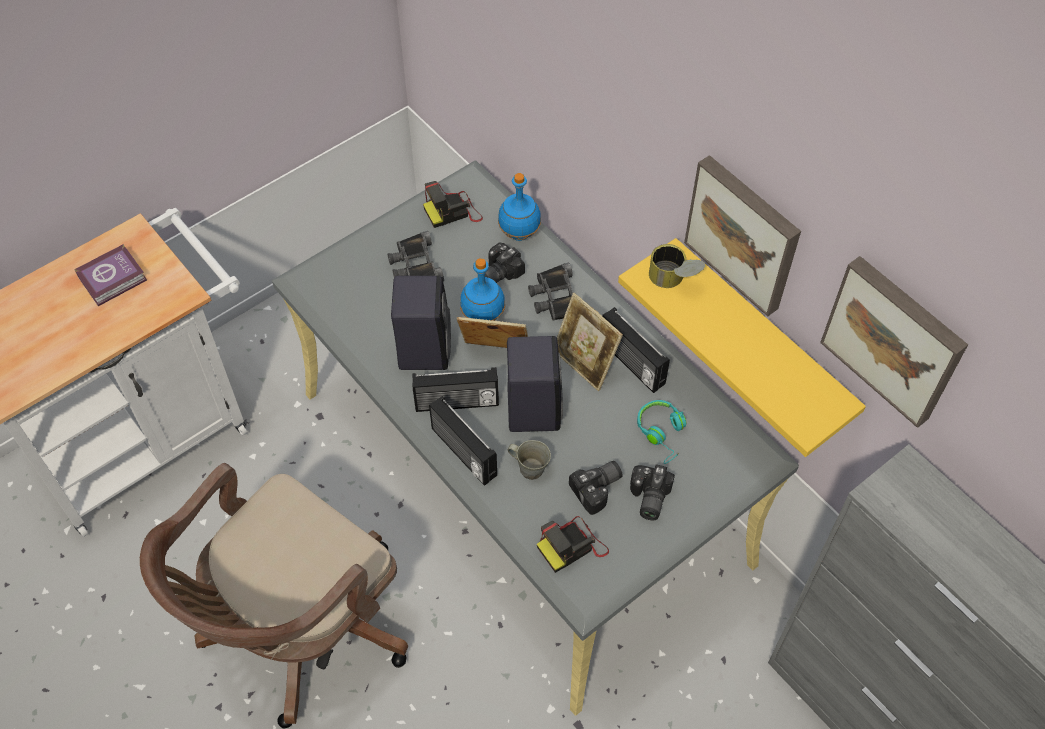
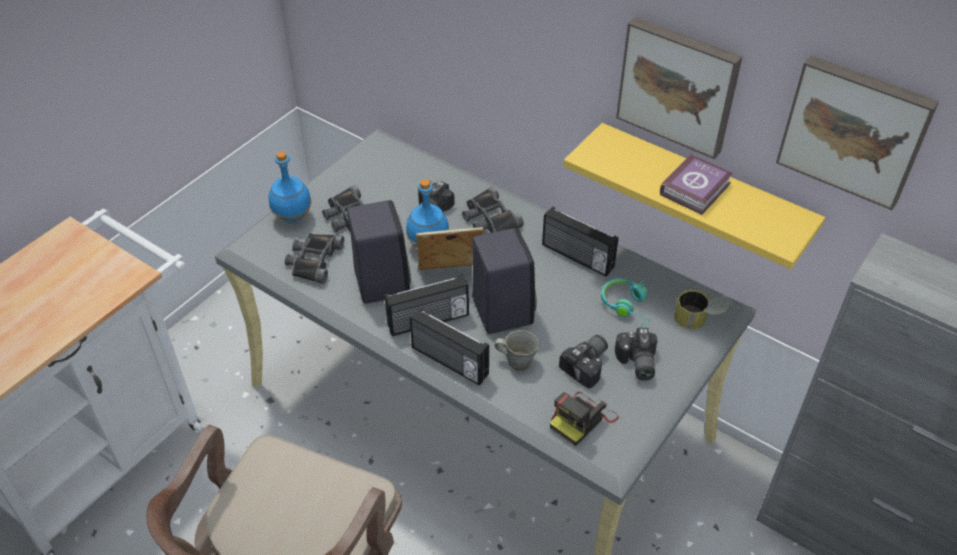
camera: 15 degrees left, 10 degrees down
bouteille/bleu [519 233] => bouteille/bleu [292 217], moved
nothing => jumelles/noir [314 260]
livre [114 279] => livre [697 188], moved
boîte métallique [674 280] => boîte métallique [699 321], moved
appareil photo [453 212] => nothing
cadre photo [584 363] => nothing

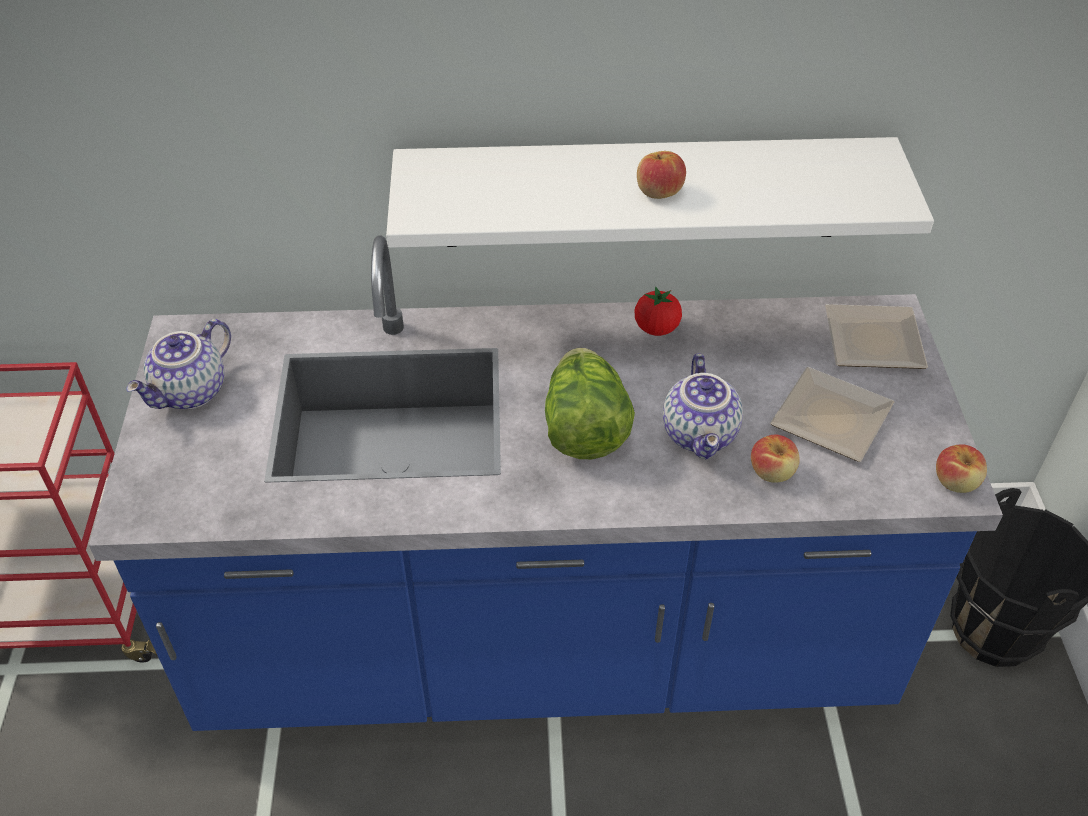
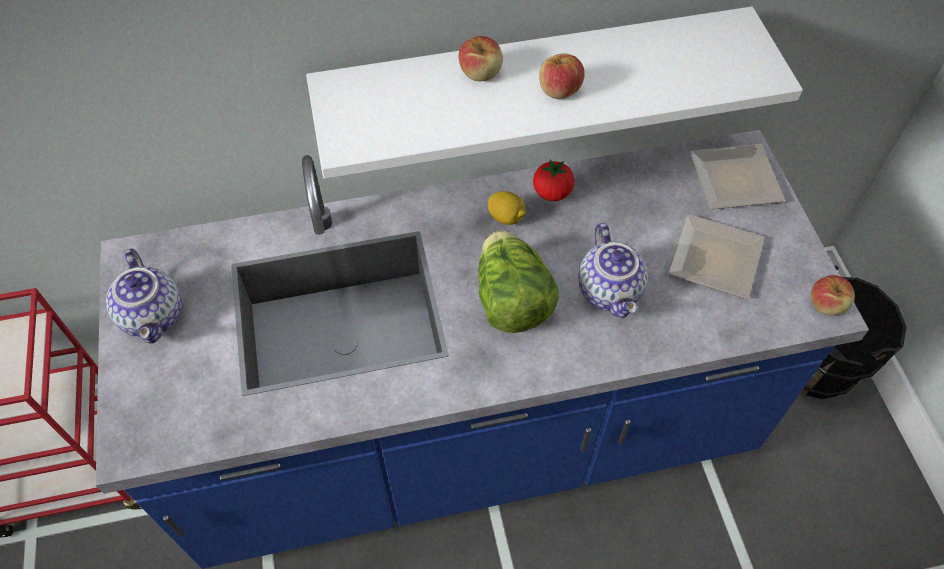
camera: 10 degrees left, 10 degrees up
théière [191 393] => théière [155 316], 45 degrees counterclockwise
pomme [772 472] => pomme [481 73], moved
nothing => citron [506 217]

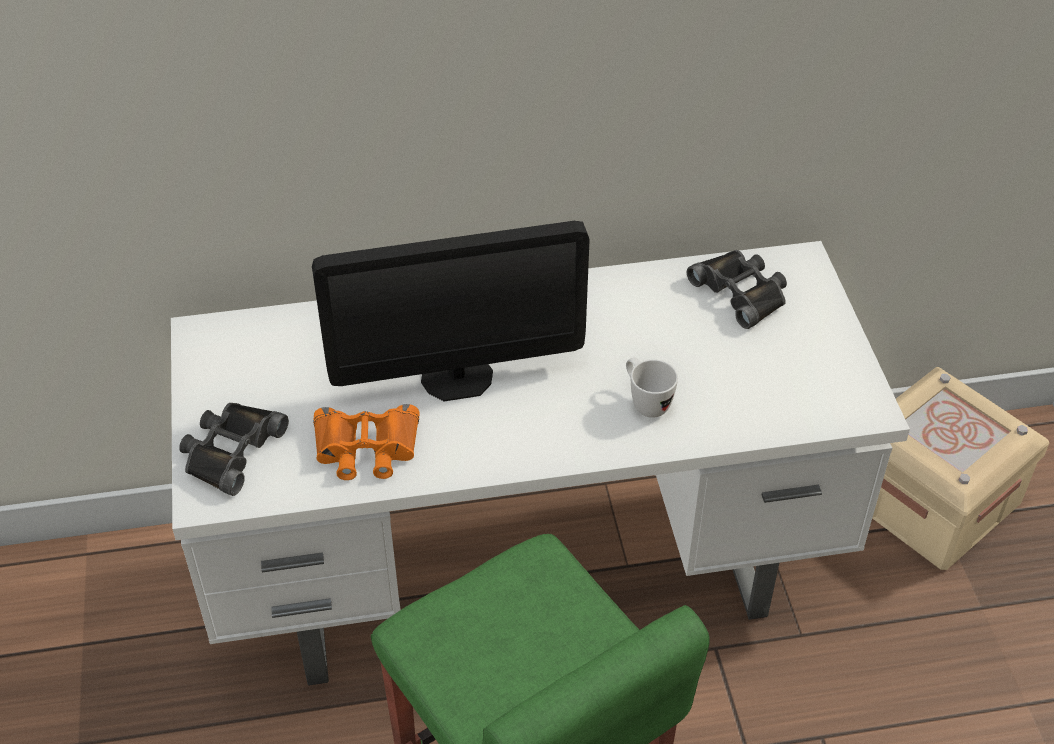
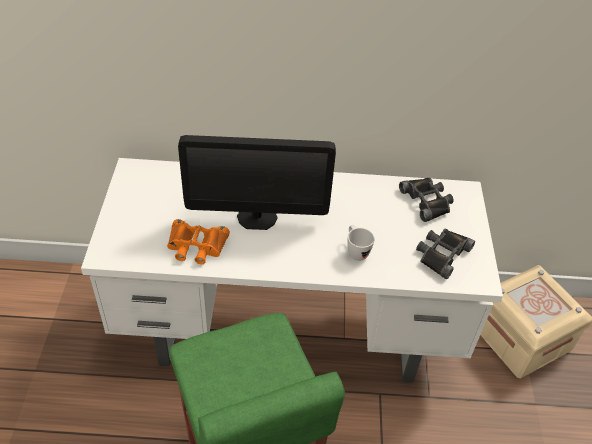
camera: 10 degrees right, 0 degrees up
jumelles/noir [230 451] => jumelles/noir [441 254], moved

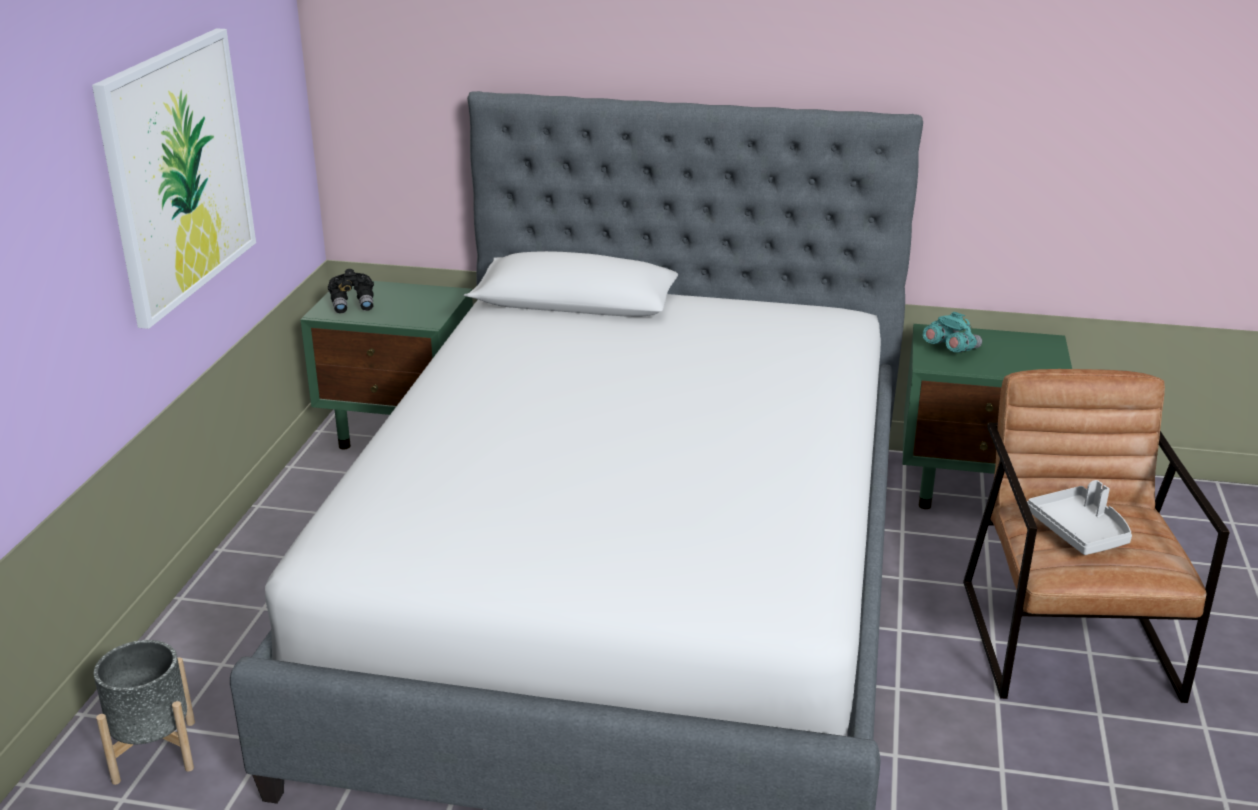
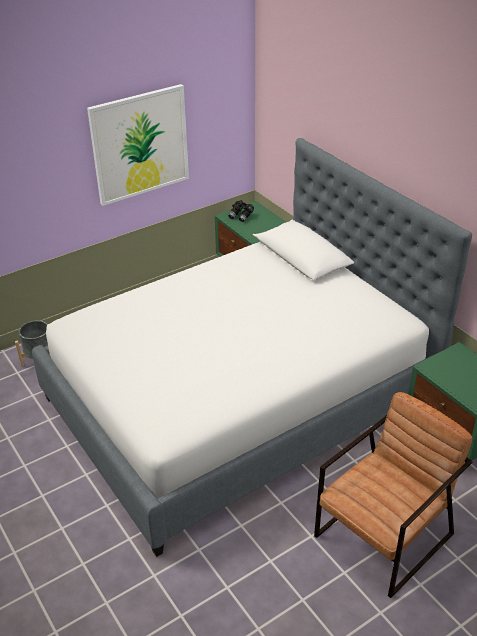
camera: 45 degrees right, 10 degrees up
jumelles/turquoise [950 349] => nothing
plateau/gris [1080 531] => nothing

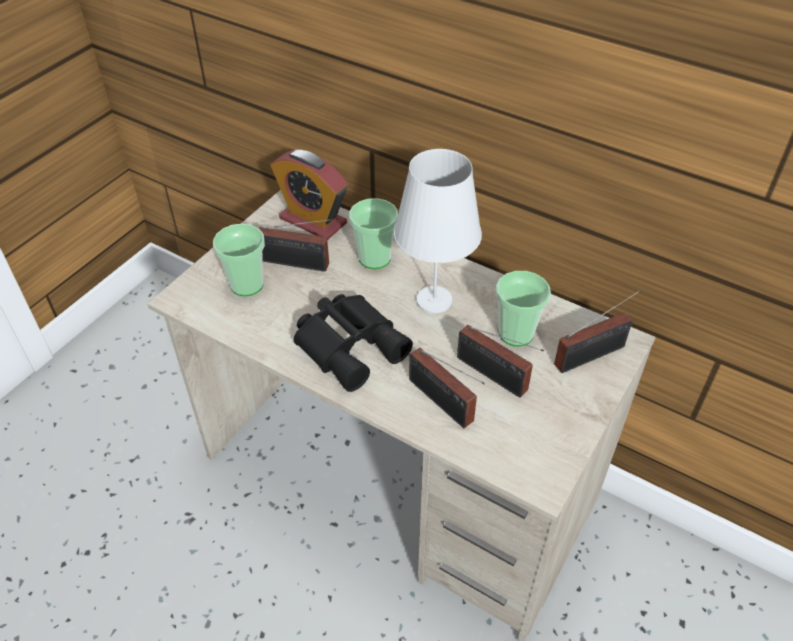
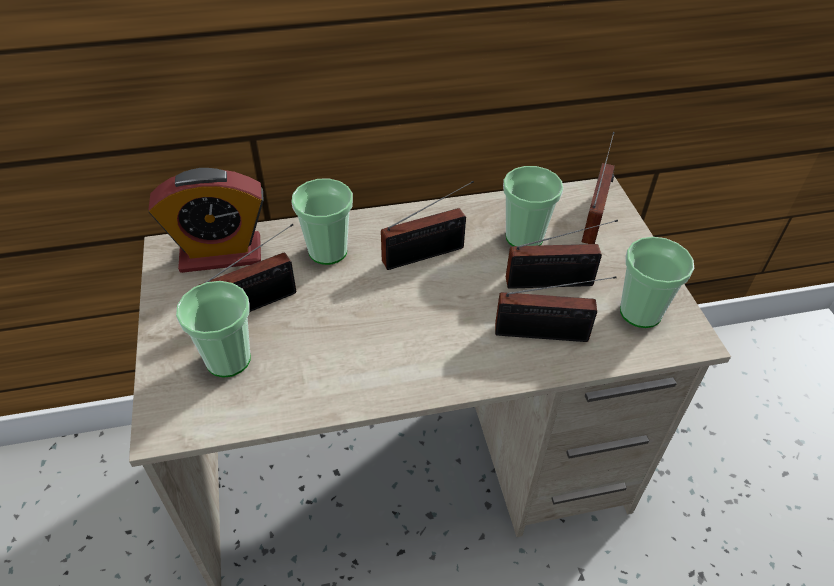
camera: 45 degrees left, 0 degrees up
lampe de table/blanc [434 300] => radio [428 254]
nothing => tasse [640 312]
jumelles/noir [351 345] => nothing

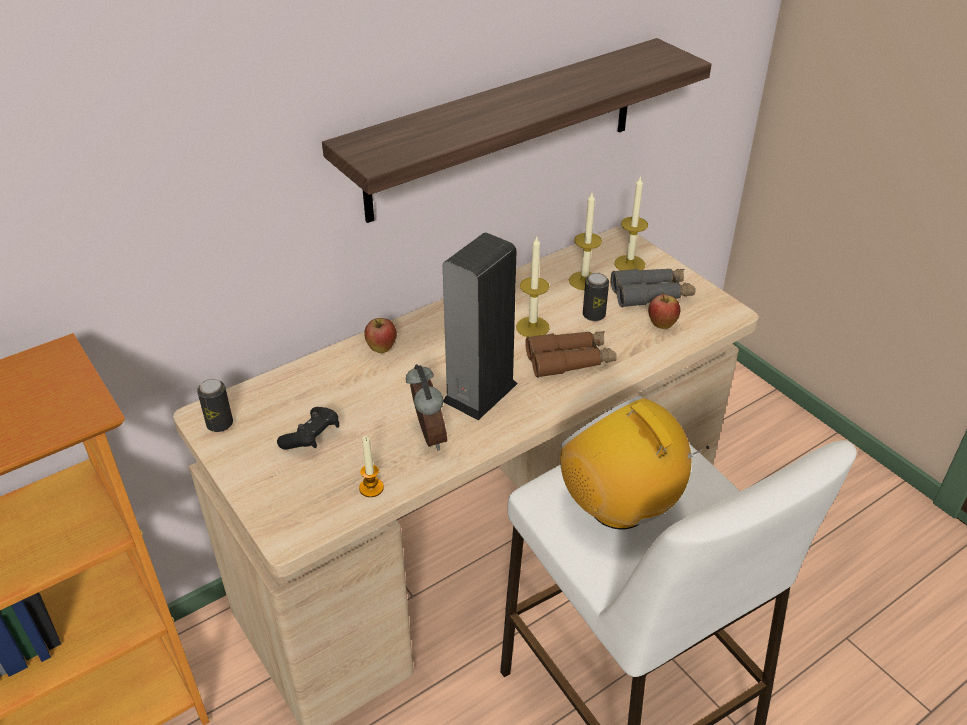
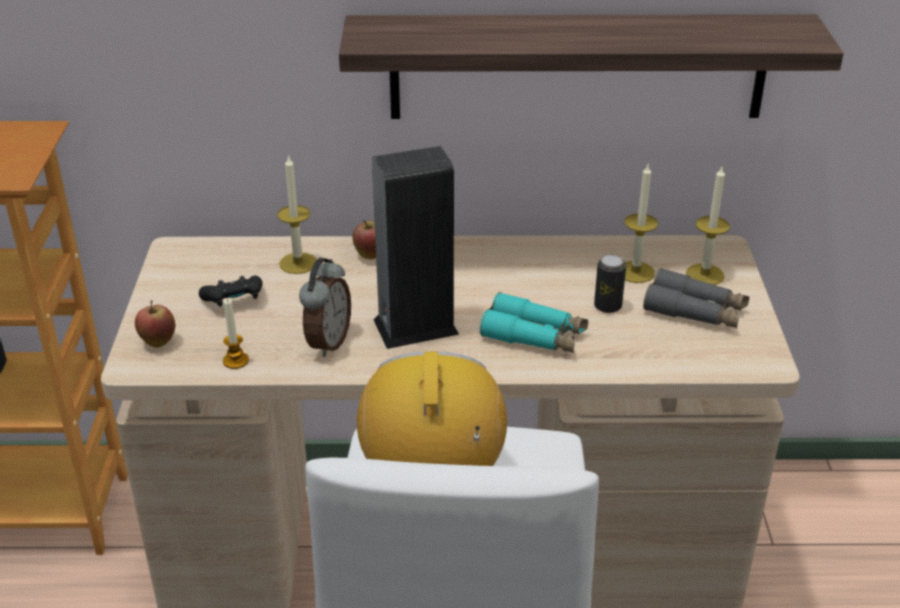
camera: 35 degrees right, 5 degrees down
pomme [662 325] => pomme [158 342], moved
bougie [532 327] => bougie [298 263], moved
jumelles/marron [570 360] => jumelles/turquoise [534 336]
boîte métallique [220 424] => nothing

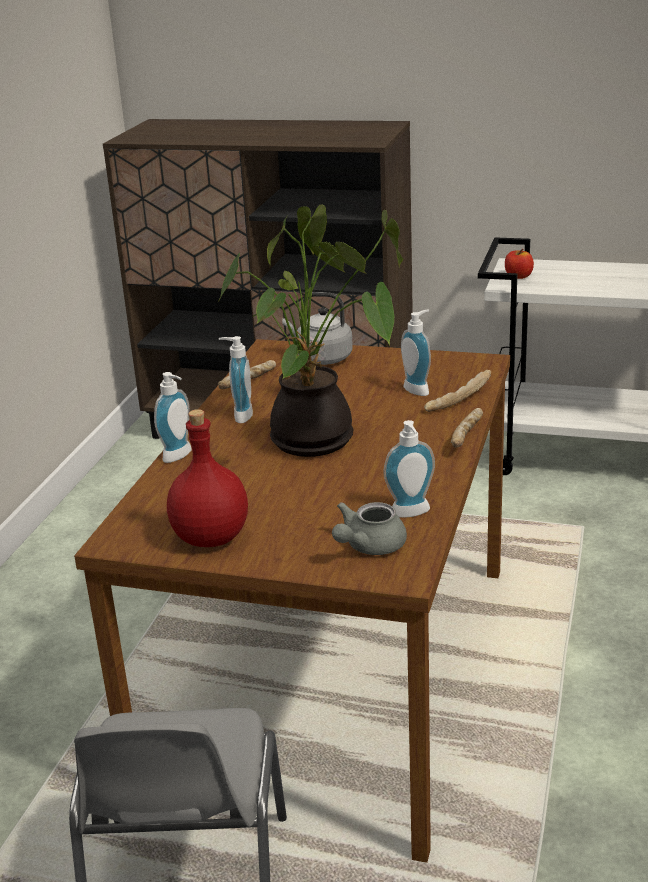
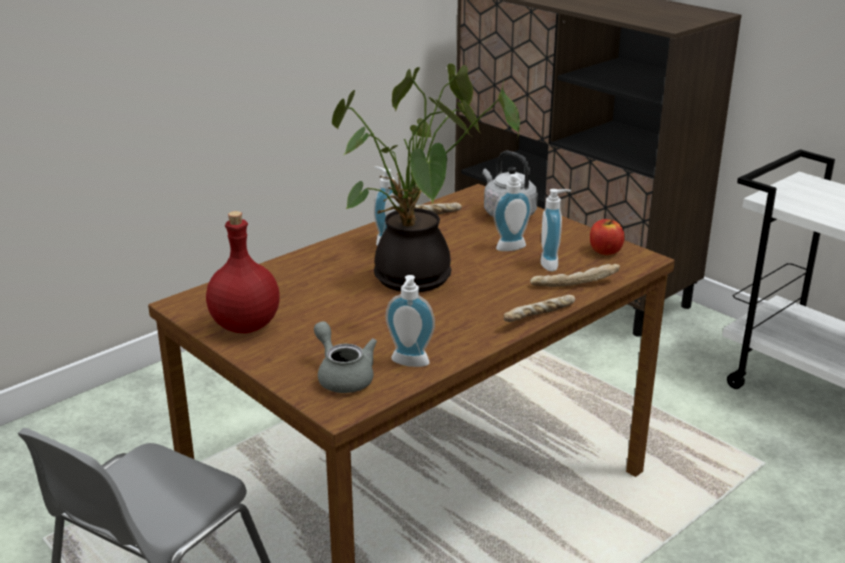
camera: 30 degrees right, 0 degrees up
théière/gris [368 547] => théière/gris [343 376], 75 degrees clockwise
distributeur de savon [180 456] => distributeur de savon [512 249], moved
pomme [518 276] => pomme [605 251], moved

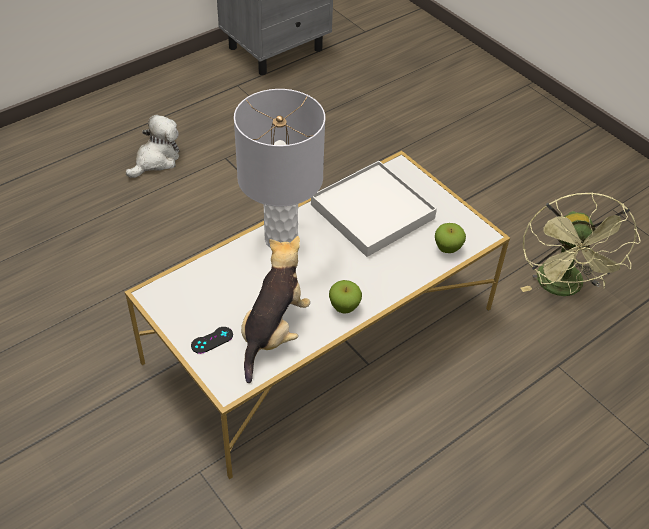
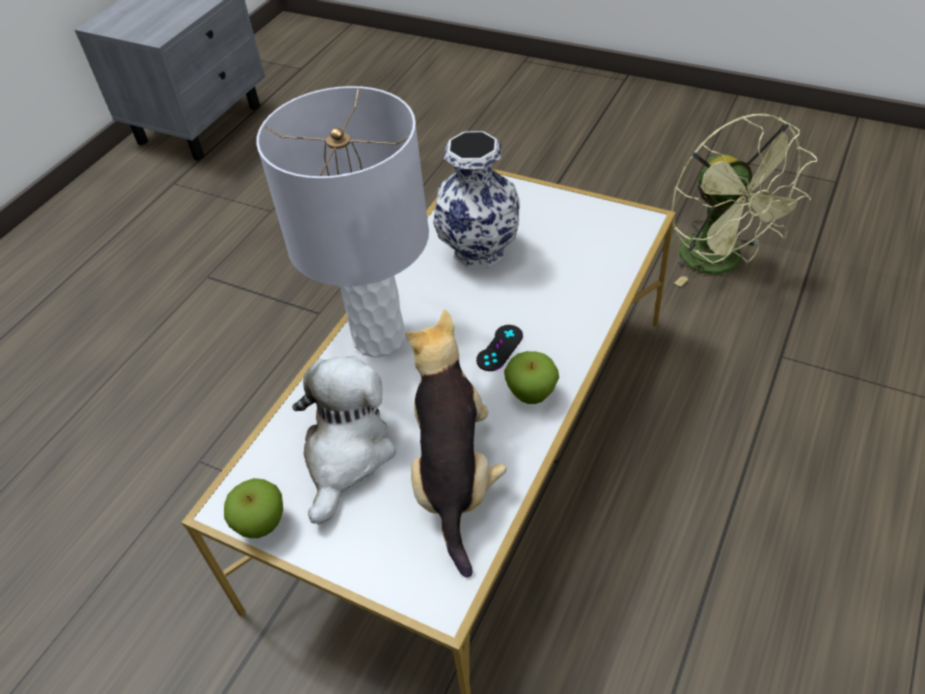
camera: 20 degrees left, 0 degrees up
pomme [447 248] => pomme [261 524], moved
peluche [156 160] => peluche [346 454], moved
plateau/blanc [373 211] => vase [481 250]
manette/noir [212 340] => manette/noir [499 348], moved

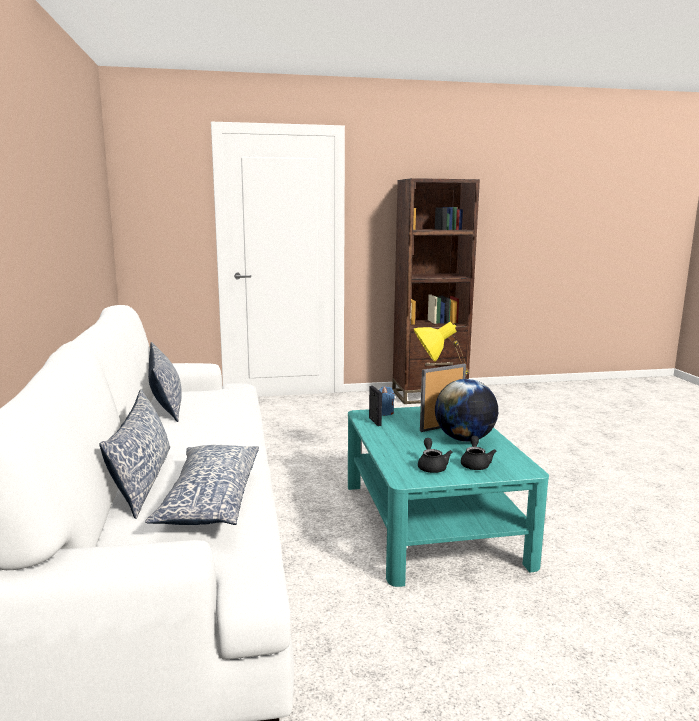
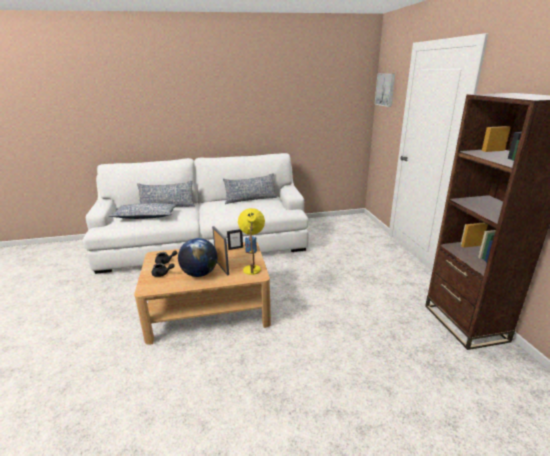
camera: 90 degrees right, 10 degrees up
table basse/turquoise [431 522] => table basse/beige [208 309]
nothing => tableau [386 89]

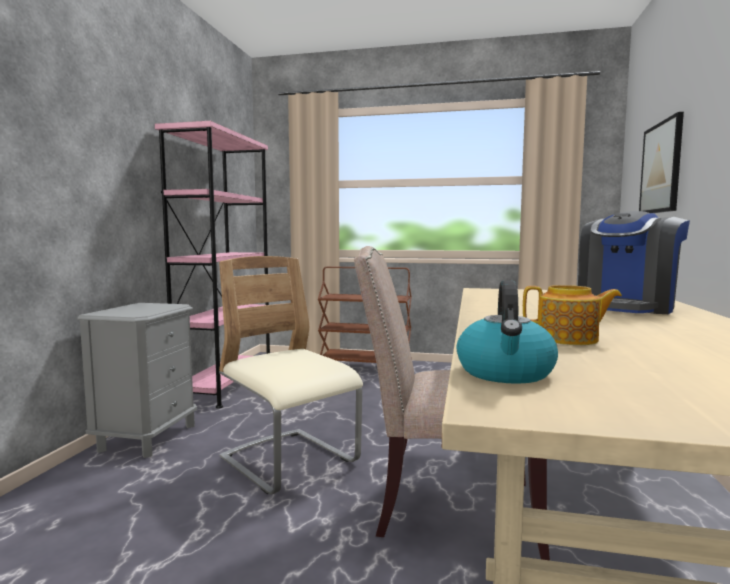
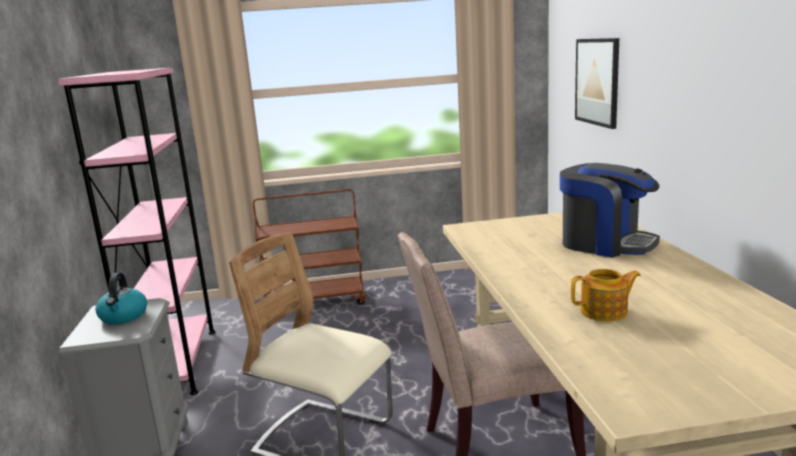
camera: 20 degrees left, 10 degrees up
bouilloire [506 373] => bouilloire [123 316], moved
machine à café [626 307] => machine à café [605 244], 75 degrees counterclockwise

